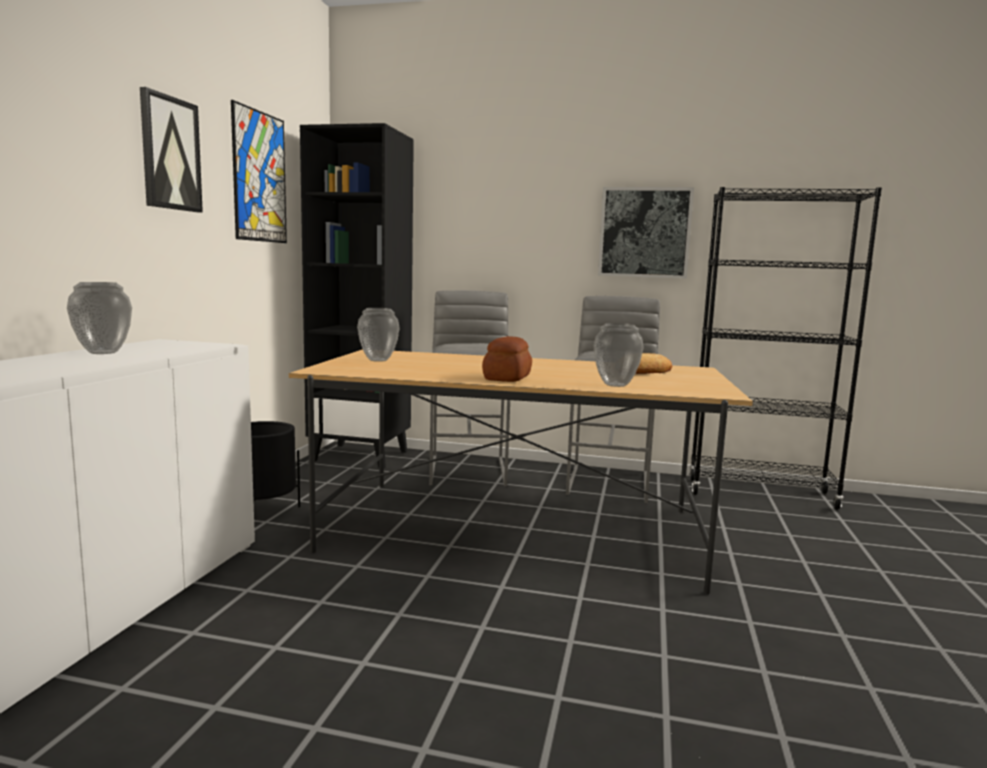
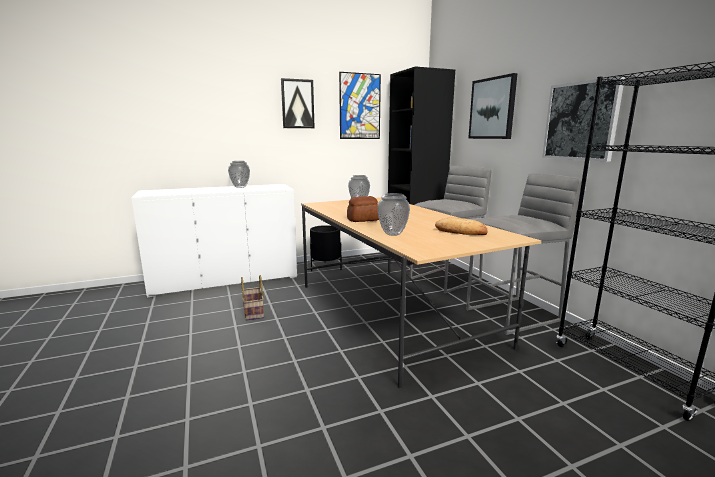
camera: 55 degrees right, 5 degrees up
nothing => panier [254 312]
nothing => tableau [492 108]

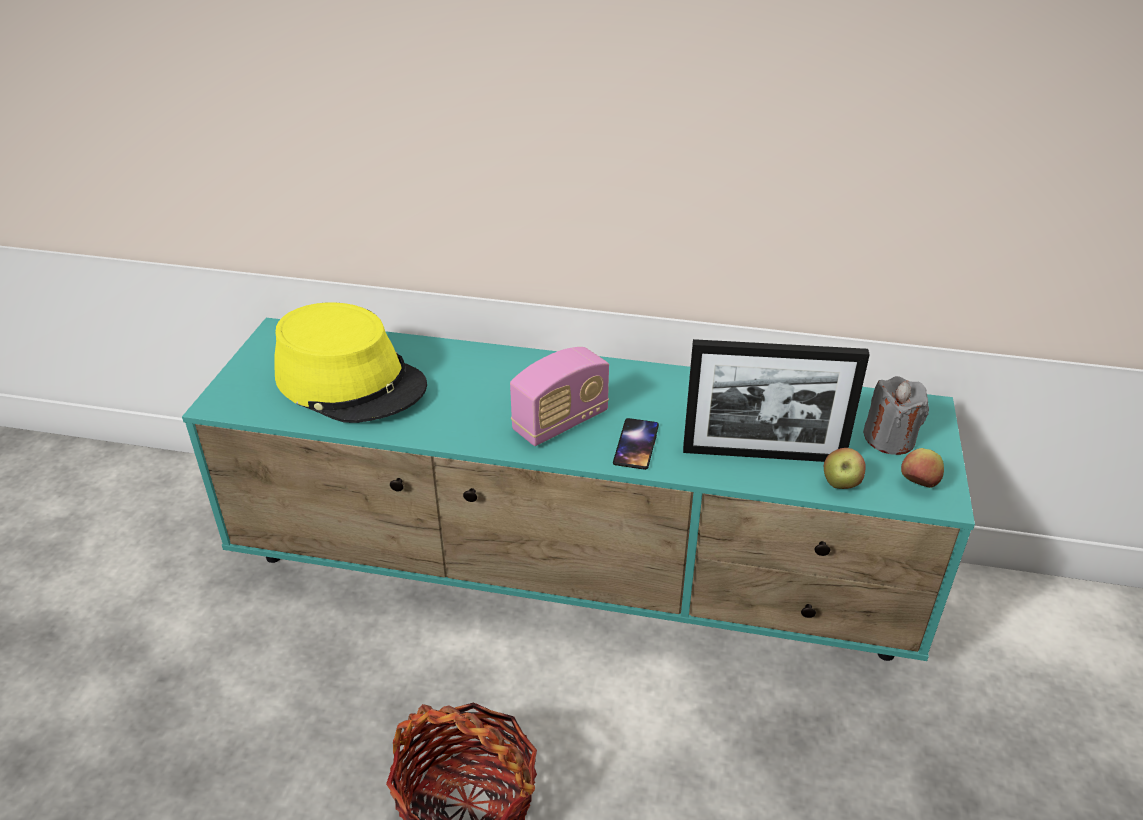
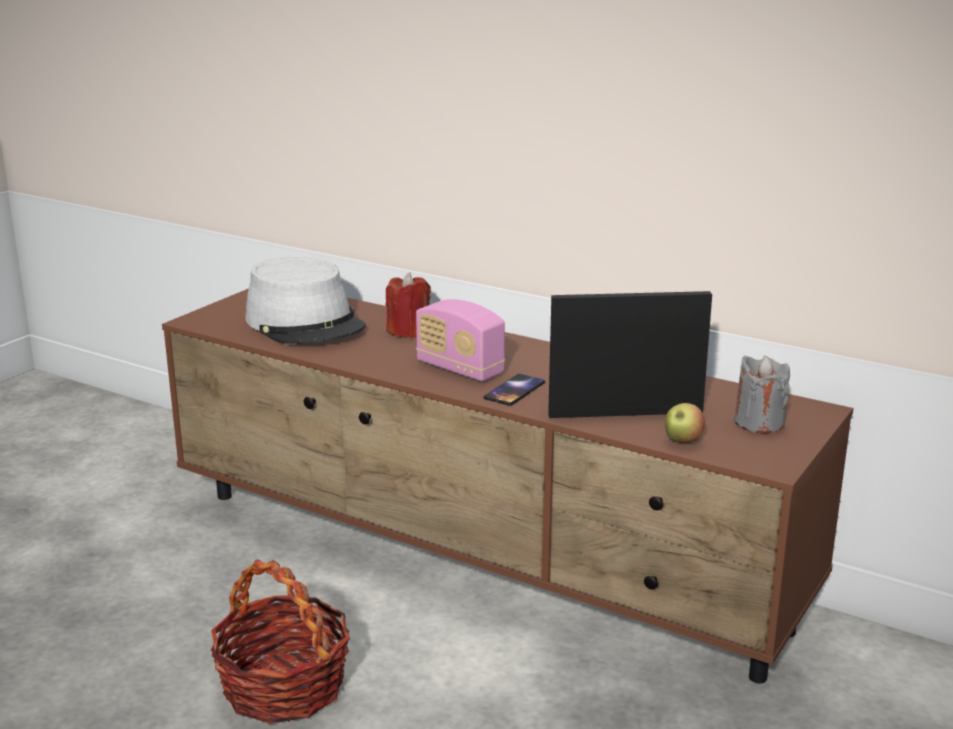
camera: 20 degrees right, 15 degrees down
meuble télé/turquoise [575 577] => meuble télé/marron [480 560]
chapeau/jaune [351 381] => chapeau/gris [305 323]
nothing => bougie/rouge [409 331]
radio [560 422] => radio [459 369], 60 degrees clockwise
cadre photo [763 455] => cadre photo [625 413], 150 degrees clockwise
pomme [918 484] => nothing

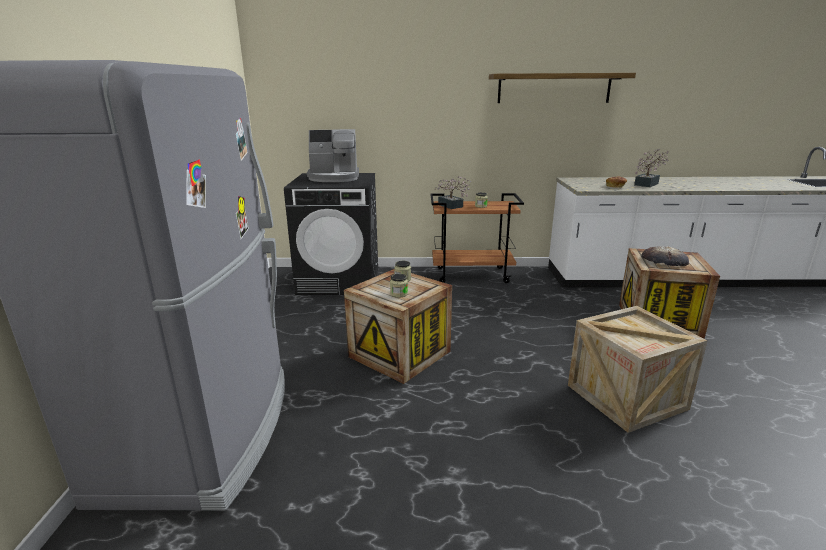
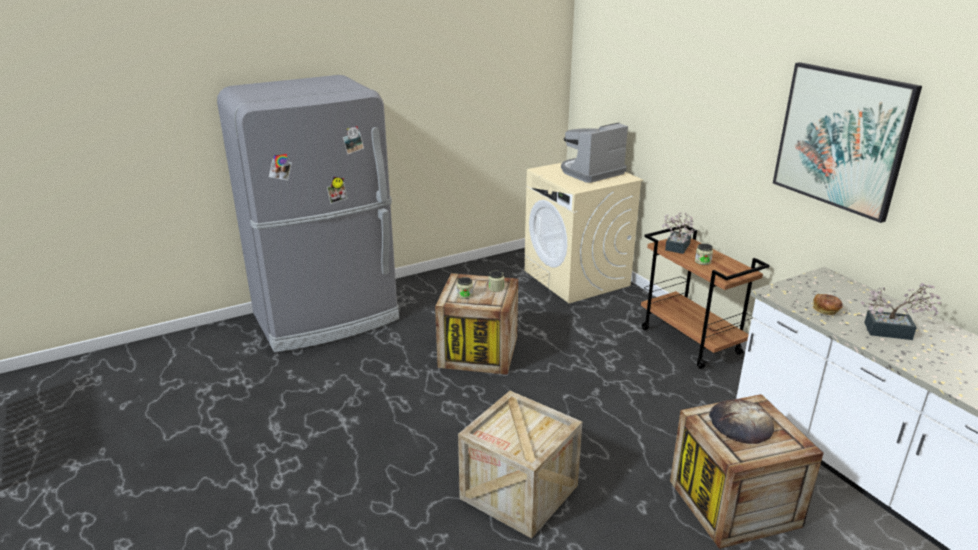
camera: 60 degrees right, 5 degrees up
lave-linge/noir [340 281] => lave-linge/beige [577 278]
machine à café [334 178] => machine à café [591 172], 90 degrees clockwise
étagère [554 88] => tableau [841 139]

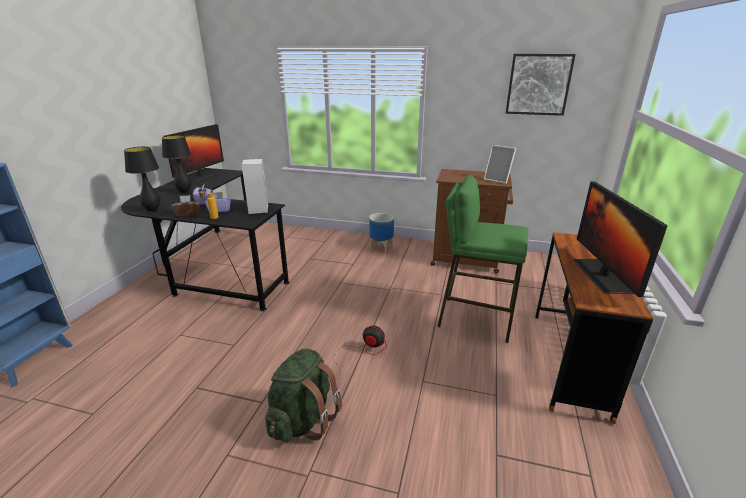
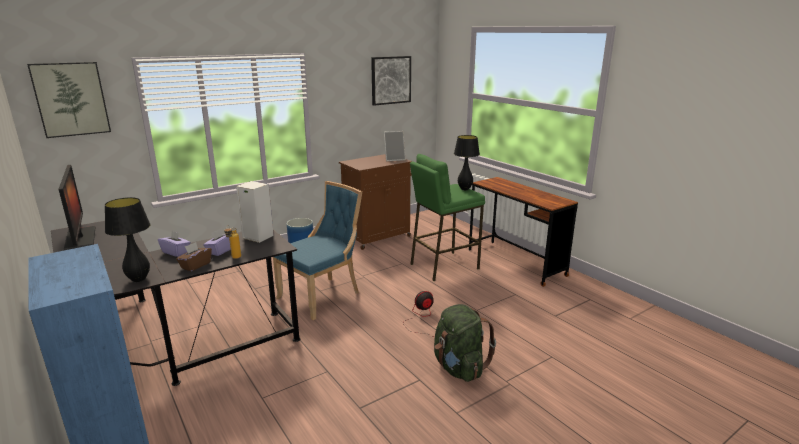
camera: 50 degrees left, 5 degrees down
nothing => tableau [71 99]
nothing => chaise/bleu [323 295]
lampe de table/noir [184 192] => lampe de table/noir [465 189], moved
écran d'ordinateur [602 276] => nothing

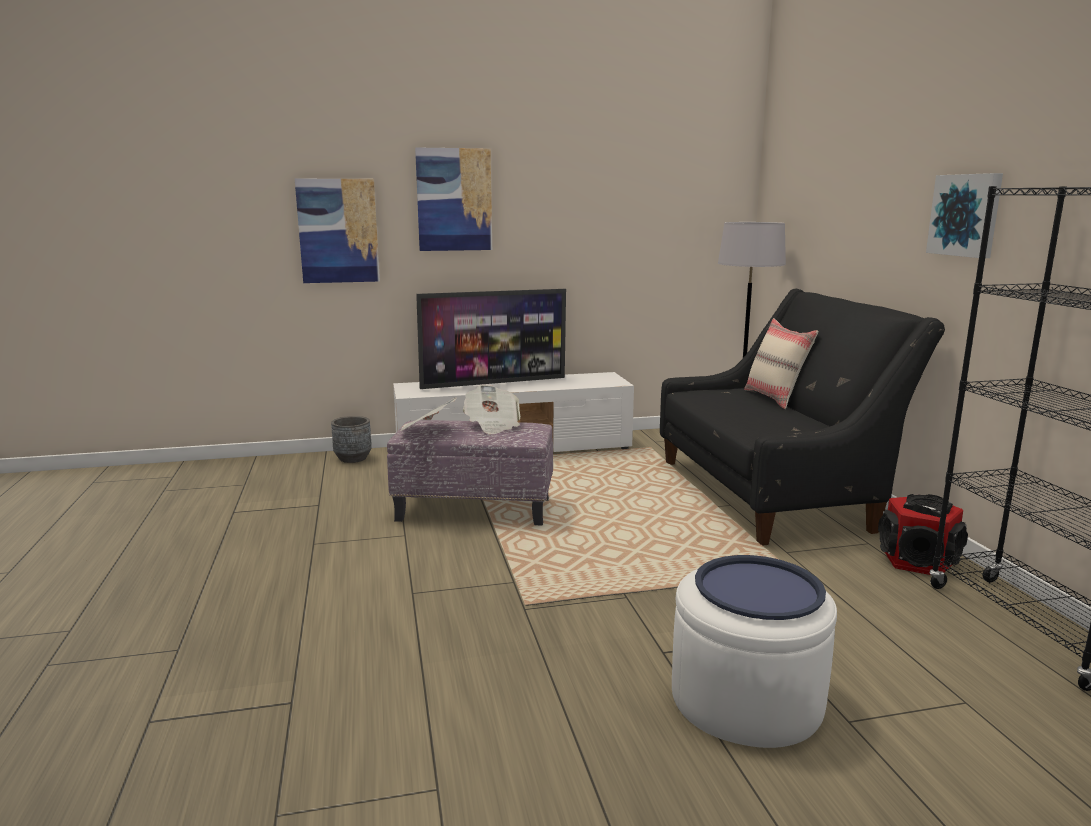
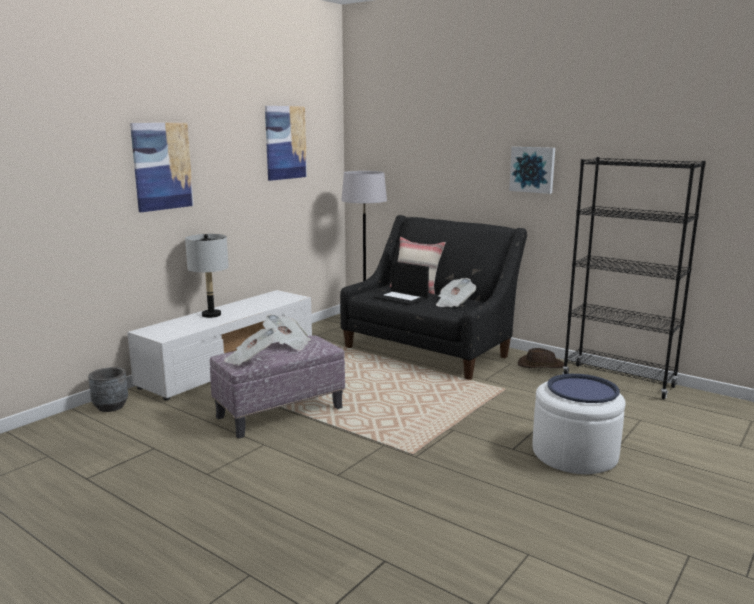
camera: 40 degrees left, 0 degrees up
téléviseur [494 383] => lampe de table/gris [211 315]
tableau [338 231] => tableau [285 142], moved
nothing => ordinateur portable [401 298]
nothing => journal [454 303]
enceinte [917 560] => chapeau/marron [540 365]

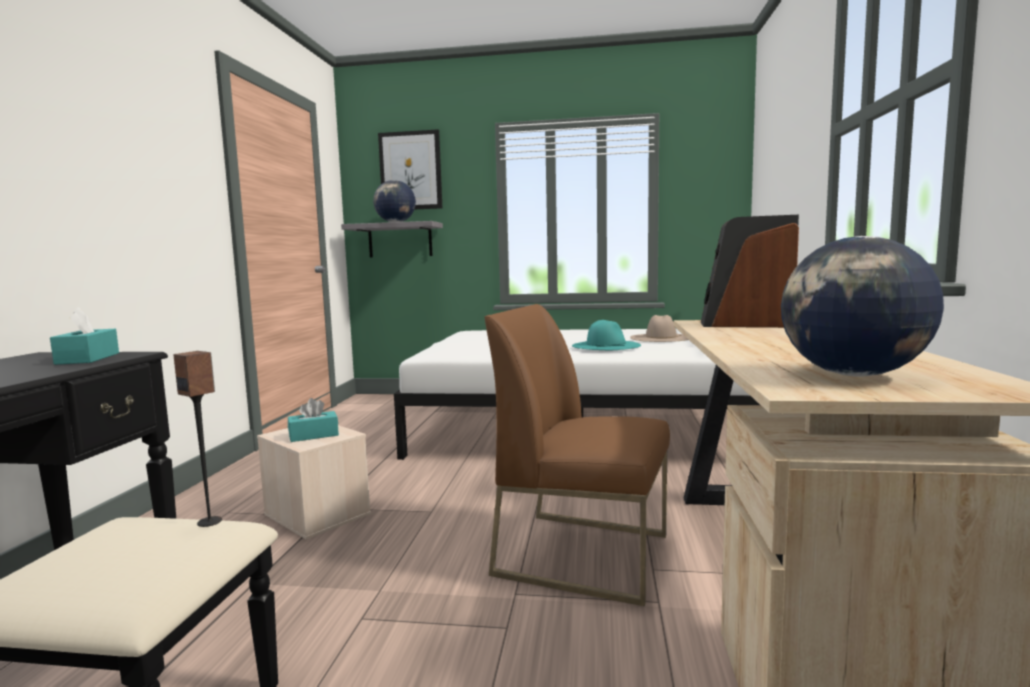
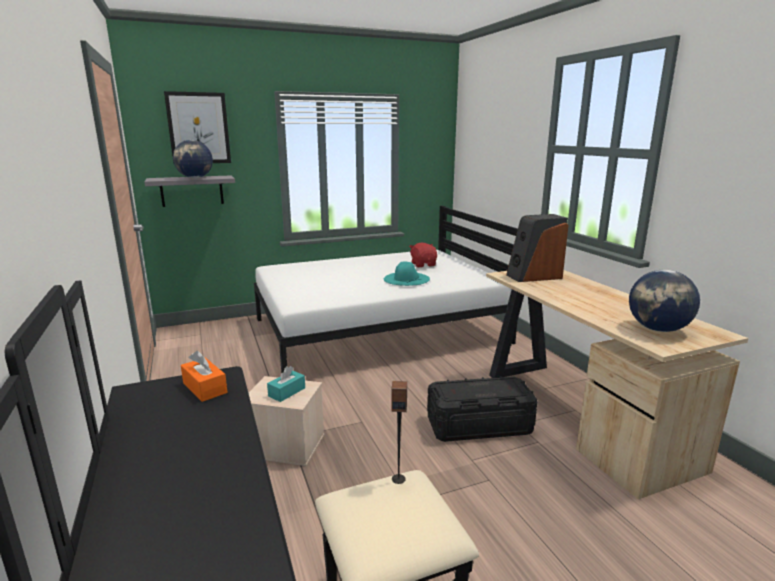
camera: 30 degrees left, 10 degrees up
boîte à mouchoirs/turquoise [88 358] => boîte à mouchoirs/orange [205 388]
chapeau/beige [661 337] => peluche/rouge [423 264]
chaise/marron [584 554] => boîte de rangement/noir [478 425]

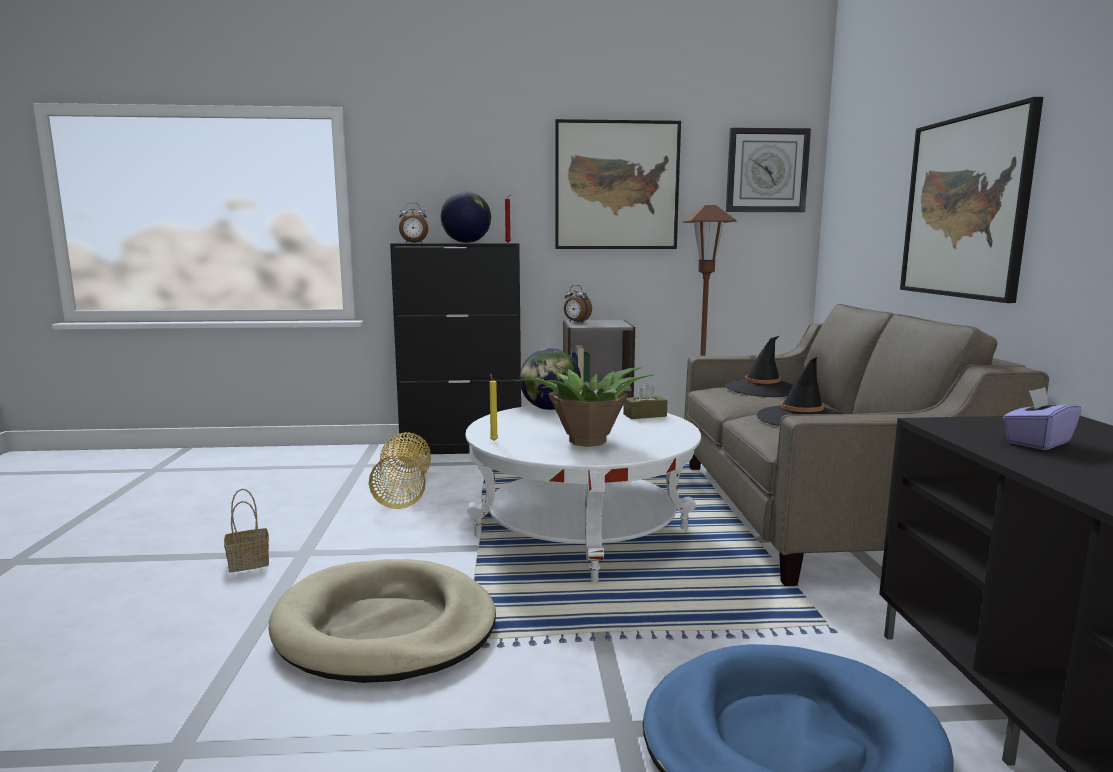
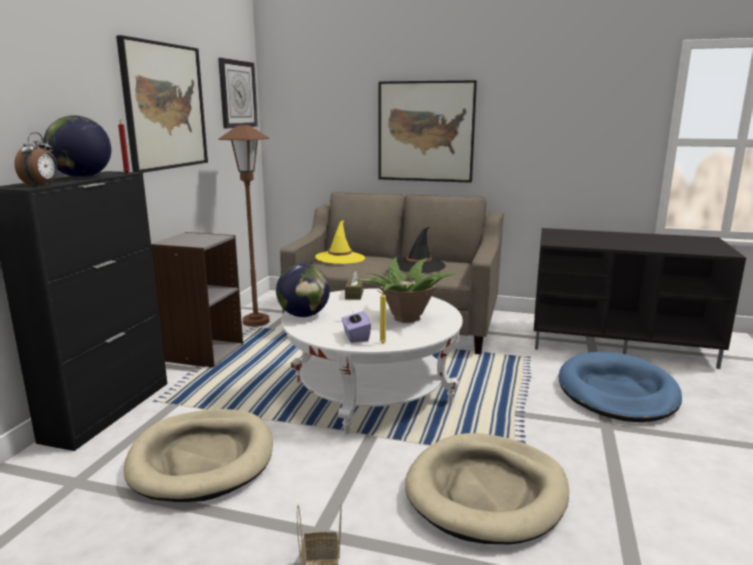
camera: 70 degrees left, 5 degrees up
panier [404 491] => panier pour chien/beige [202 458]
chapeau/noir [762 389] => chapeau/jaune [340 258]
boîte à mouchoirs/violet [1037 442] => boîte à mouchoirs/violet [355 336], moved
réveil [576 322] => nothing

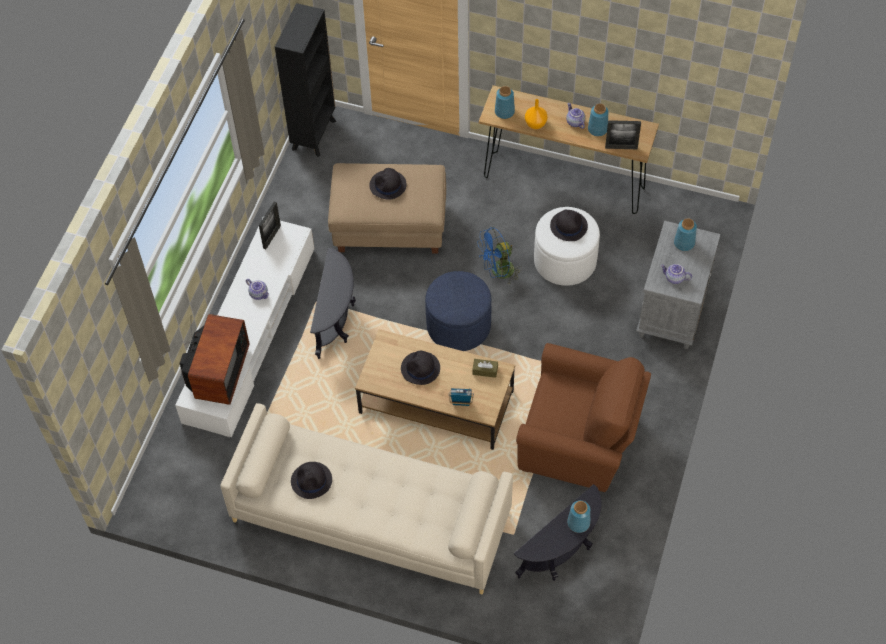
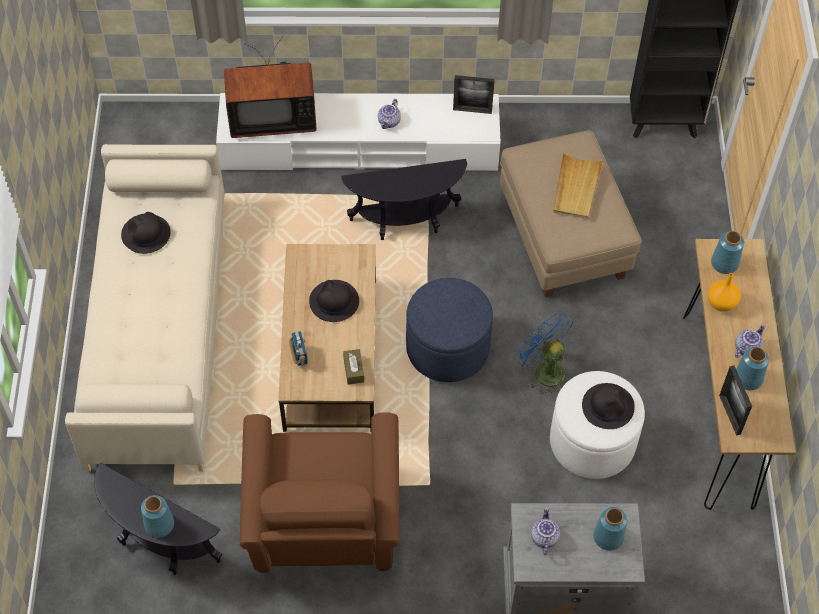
camera: 70 degrees right, 0 degrees up
chapeau/noir [388 185] => plateau/beige [576 188]

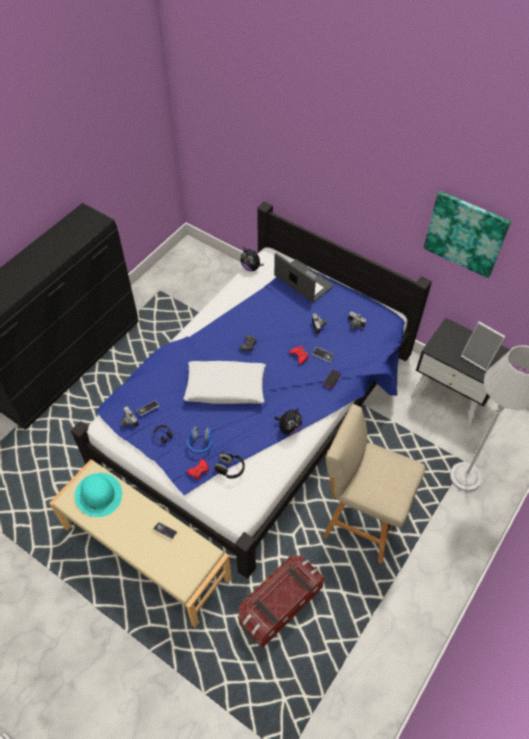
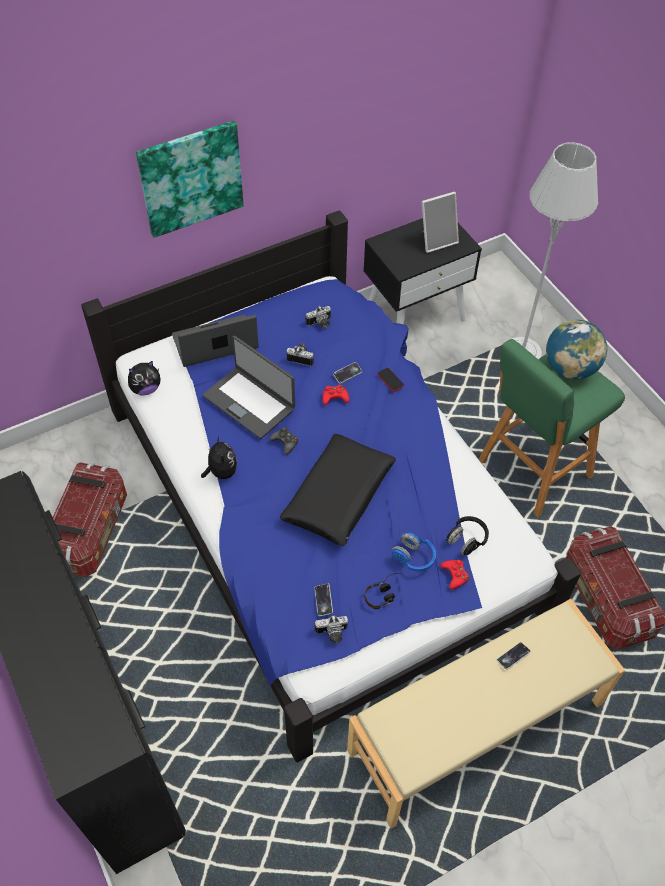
camera: 65 degrees left, 0 degrees up
nothing => boîte de rangement [90 531]
tableau [466 233] => tableau [191 178], moved
peluche [289 428] => peluche [221 472], moved
nothing => ordinateur portable [250 402]
coussin/blanc [225 388] => coussin/noir [339 496]
tabouret/beige [361 520] => tabouret/vert [531 470]
nothing => globe [570 368]
chapeau/turquoise [98 494] => nothing

